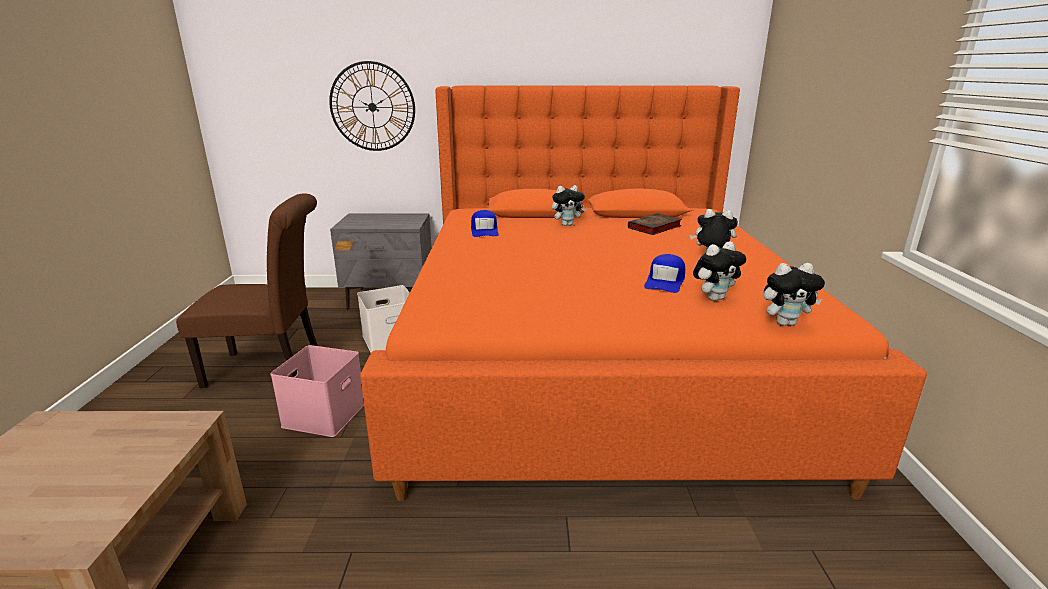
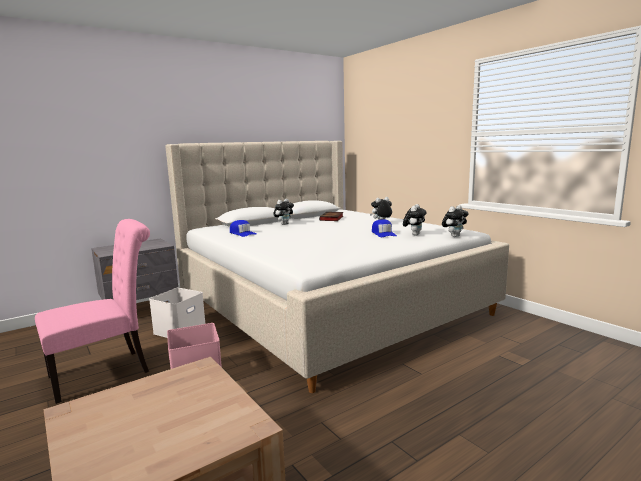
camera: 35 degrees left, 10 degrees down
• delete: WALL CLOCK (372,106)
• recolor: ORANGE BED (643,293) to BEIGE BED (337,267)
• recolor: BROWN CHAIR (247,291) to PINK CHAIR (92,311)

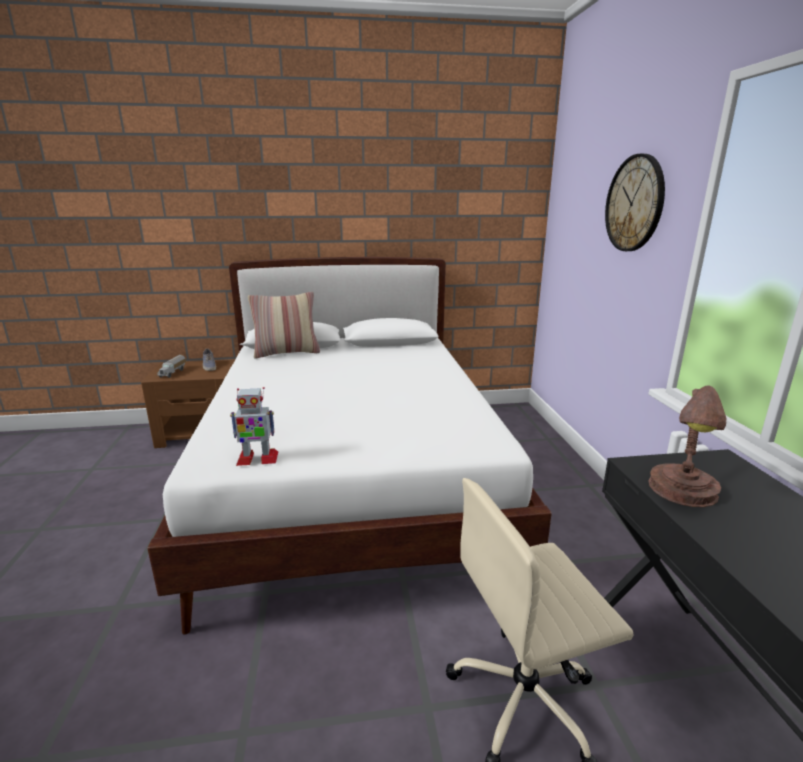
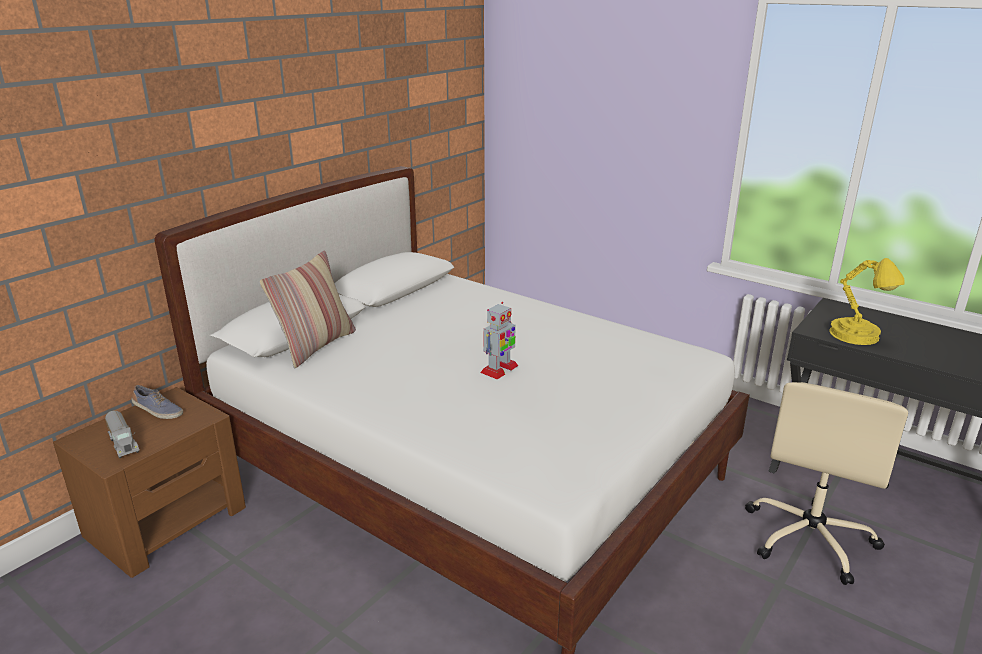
camera: 45 degrees left, 5 degrees up
• delete: WALL CLOCK (635,202)
• recolor: BROWN TABLE LAMP (687,446) to YELLOW TABLE LAMP (866,301)
• move: TOY ROBOT (254,426) to (499,340)

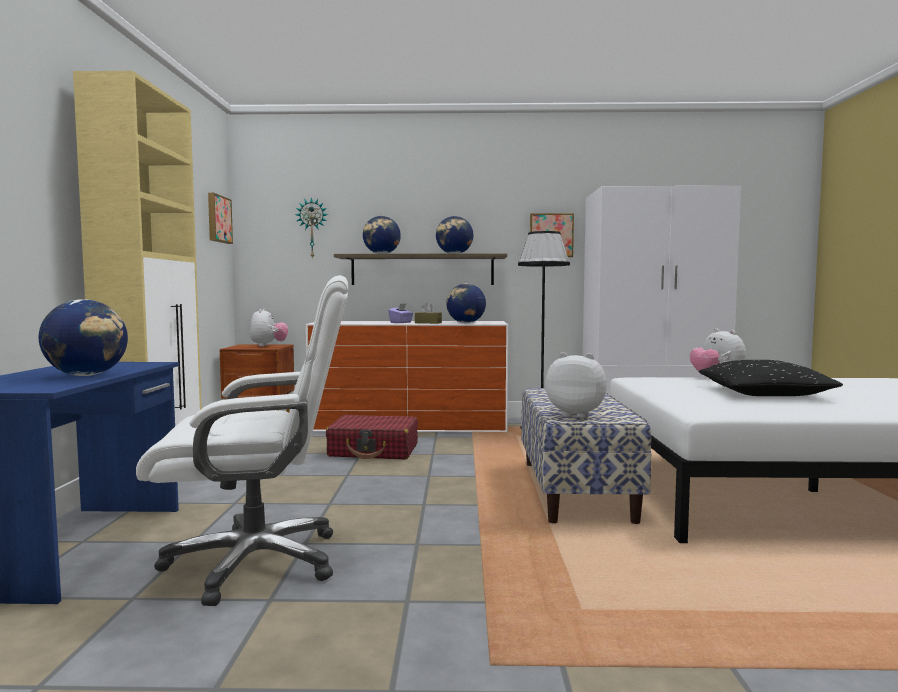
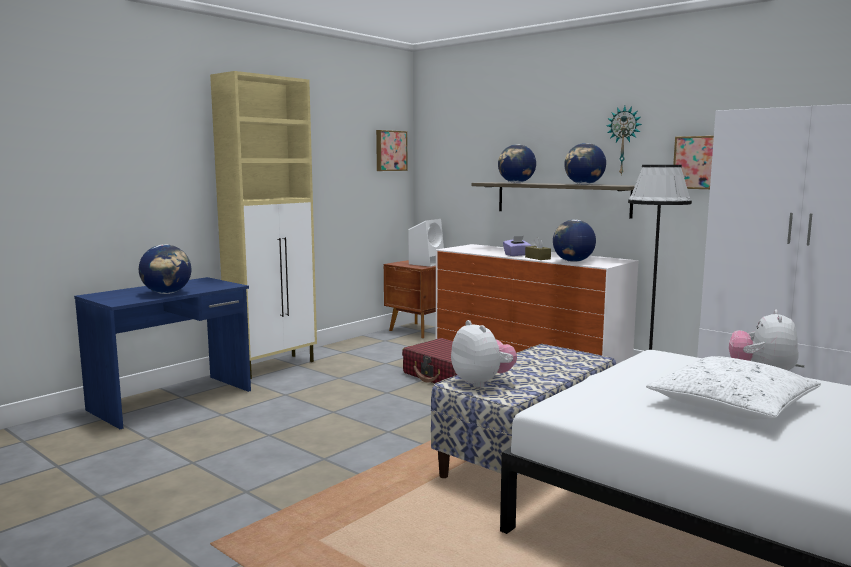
camera: 40 degrees right, 5 degrees up
• move: WALL CLOCK (311,228) to (624,140)
• delete: WHITE OFFICE CHAIR (242,440)
• replace: PLUSH TOY (269,327) to WHITE SPEAKER (426,243)
• recolor: BLACK PILLOW (771,378) to WHITE PILLOW (733,388)

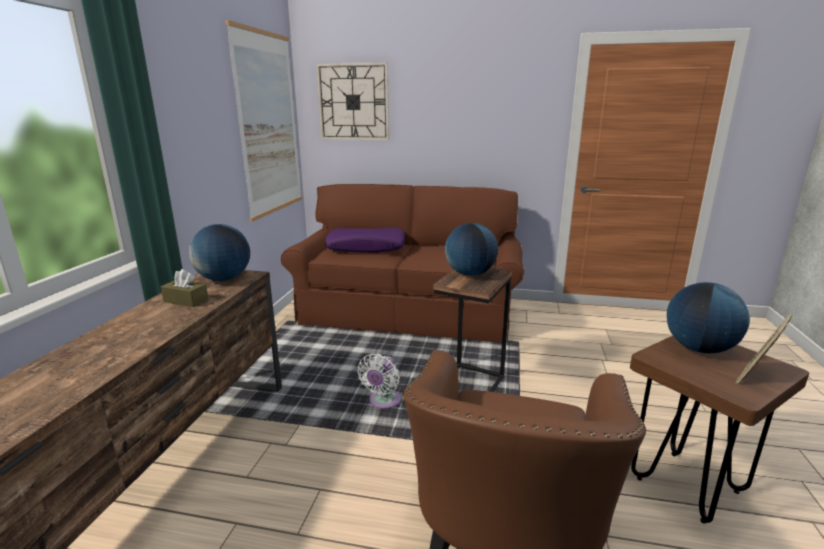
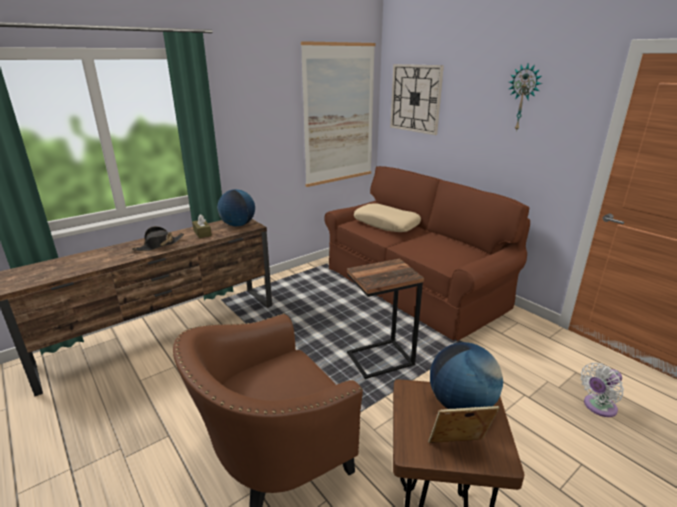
camera: 40 degrees right, 5 degrees up
• delete: GLOBE (471,249)
• recolor: PURPLE PILLOW (365,240) to BEIGE PILLOW (387,217)
• move: WHITE FAN (379,381) to (602,390)
• insert: WALL CLOCK (525,97)
• insert: BLACK HAT (158,238)

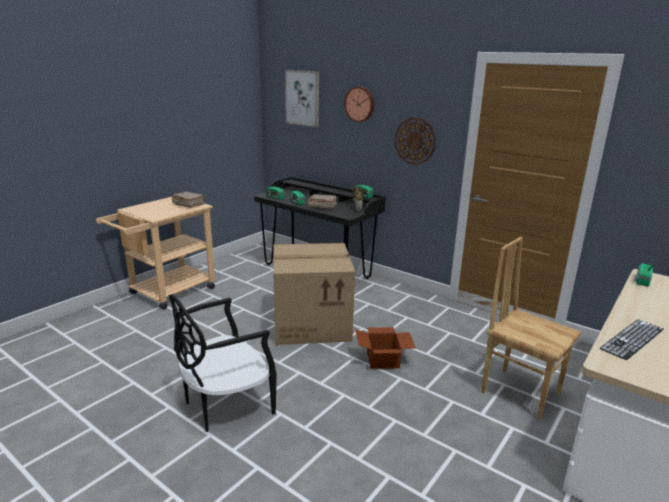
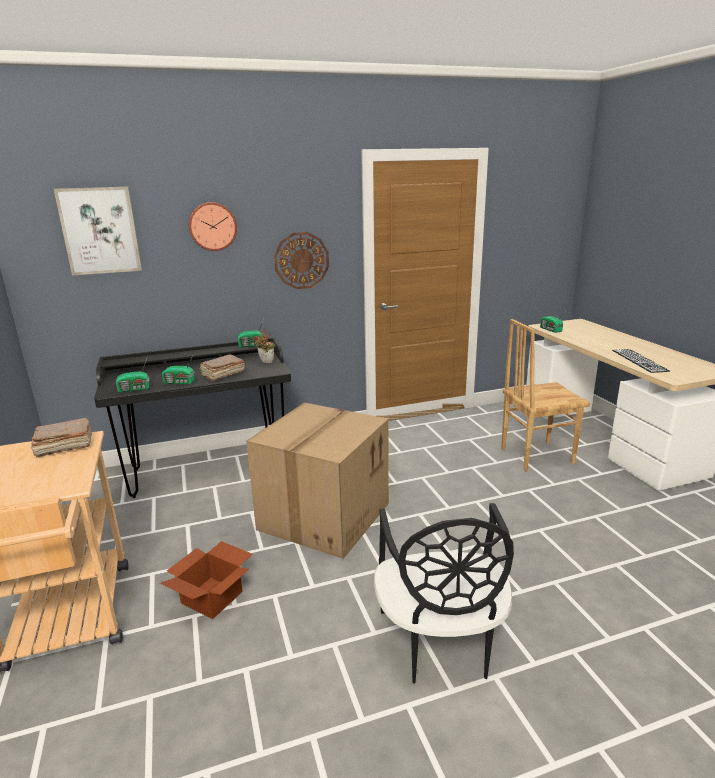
camera: 55 degrees left, 0 degrees up
• move: CARDBOARD BOX (385,348) to (206,580)

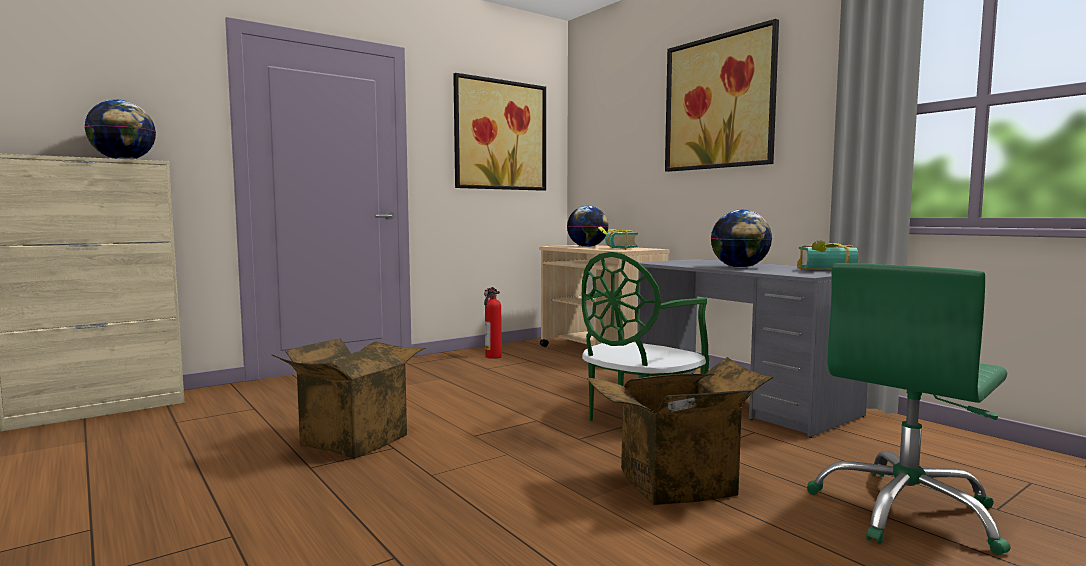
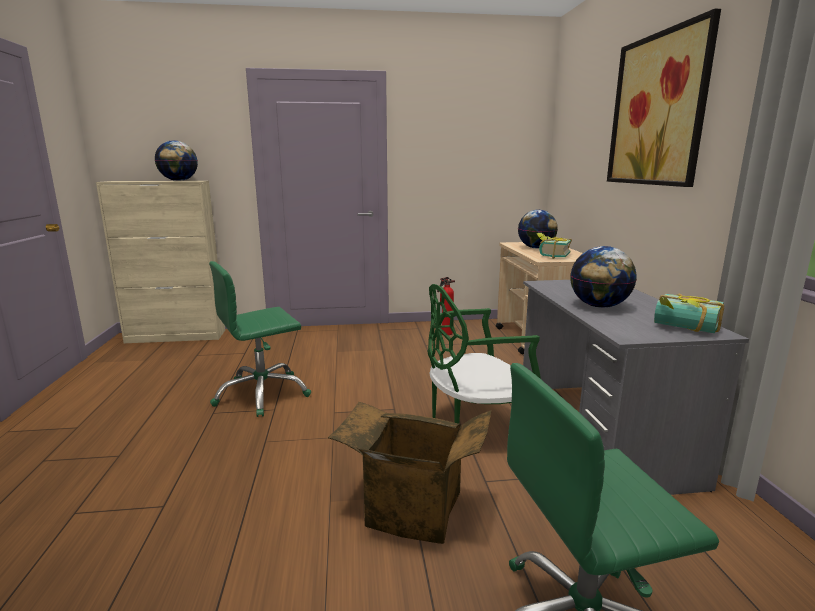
camera: 30 degrees right, 10 degrees up
• delete: PICTURE (499,132)
• replace: CARDBOARD BOX (348,399) to GREEN OFFICE CHAIR (260,339)

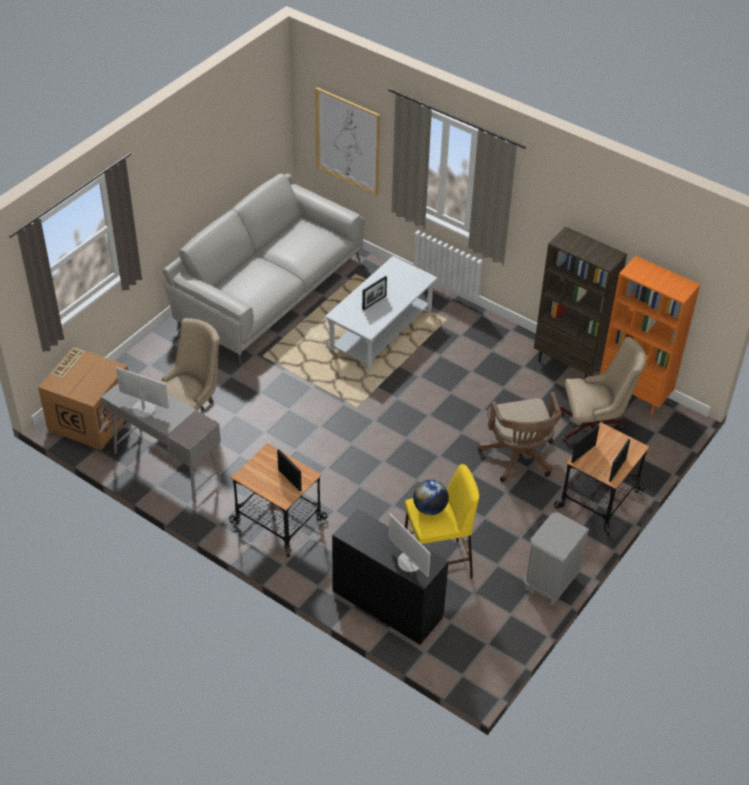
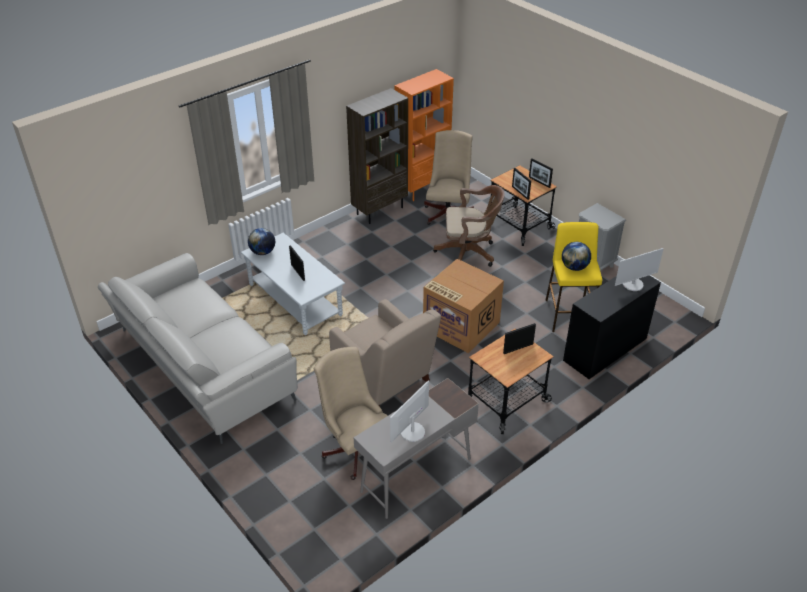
camera: 75 degrees left, 5 degrees down
• delete: PICTURE (347,141)
• move: CARDBOARD BOX (83,398) to (463,306)
• insert: GLOBE (261,241)
• insert: BEIGE ARMCHAIR (385,353)

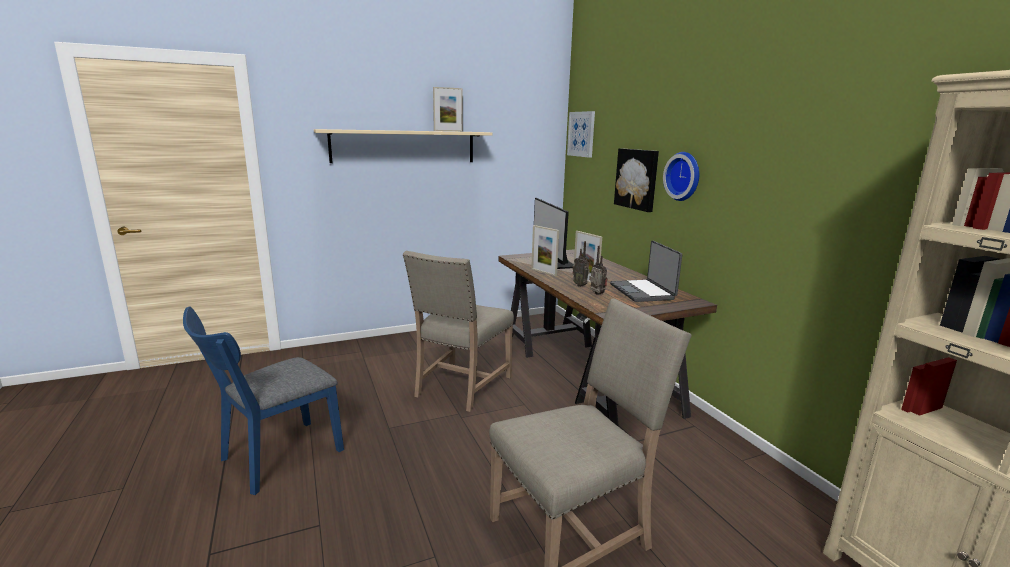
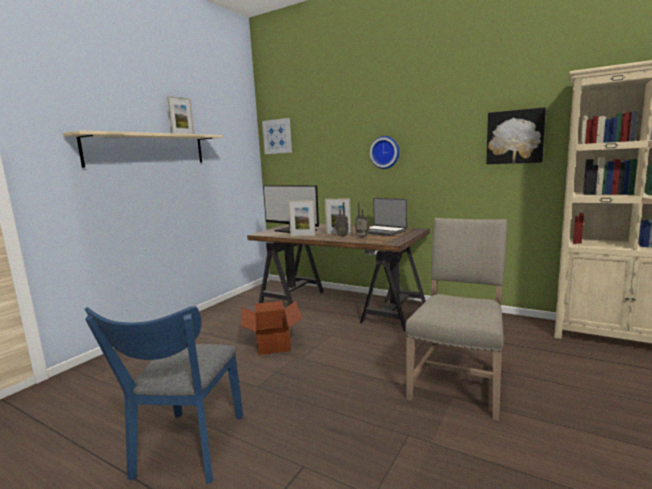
camera: 35 degrees left, 5 degrees down
• move: PICTURE (636,180) to (516,135)
• replace: BEIGE CHAIR (458,331) to CARDBOARD BOX (271,328)

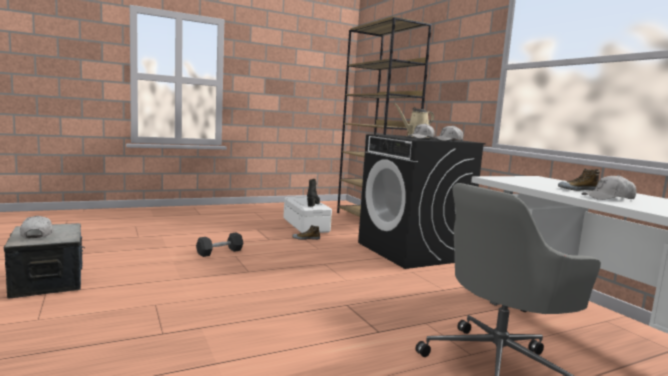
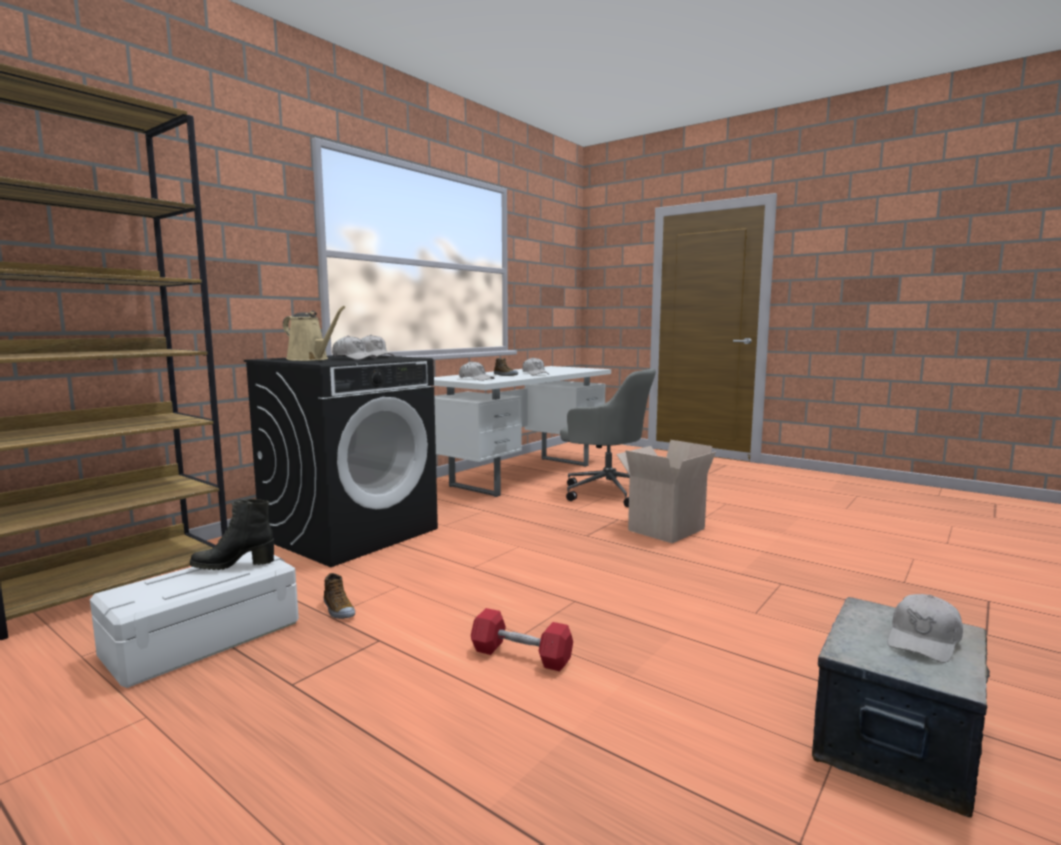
camera: 115 degrees left, 0 degrees up
• recolor: GREY DUMBBELL (219,244) to RED DUMBBELL (522,639)
• insert: WHITE CAP (476,371)
• insert: CARDBOARD BOX (666,491)

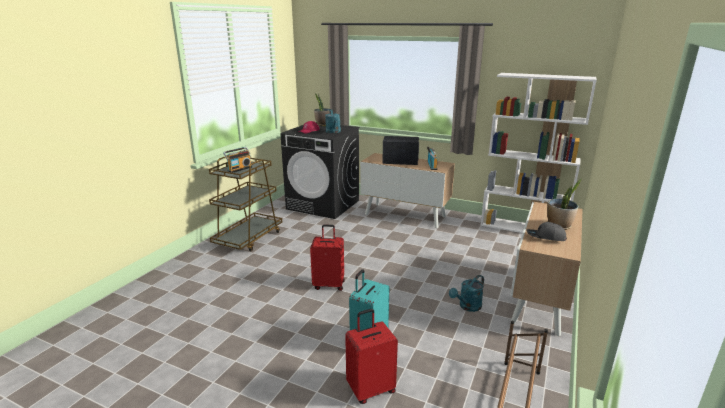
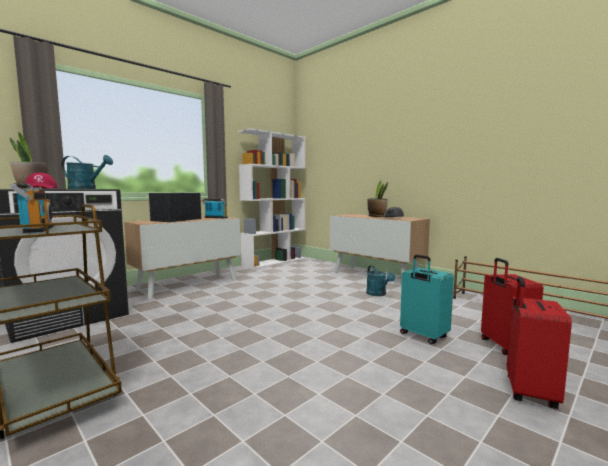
camera: 70 degrees left, 15 degrees down
• move: RED SUITCASE (327,258) to (539,342)

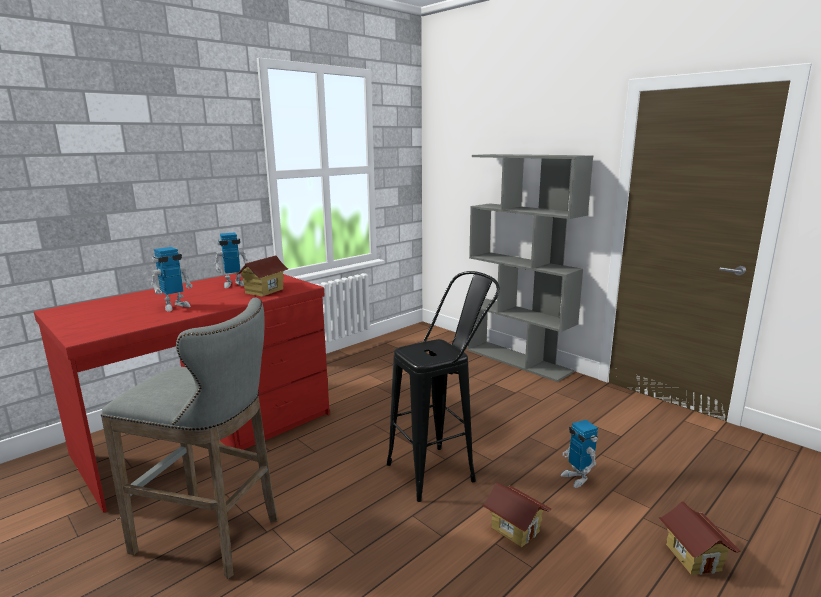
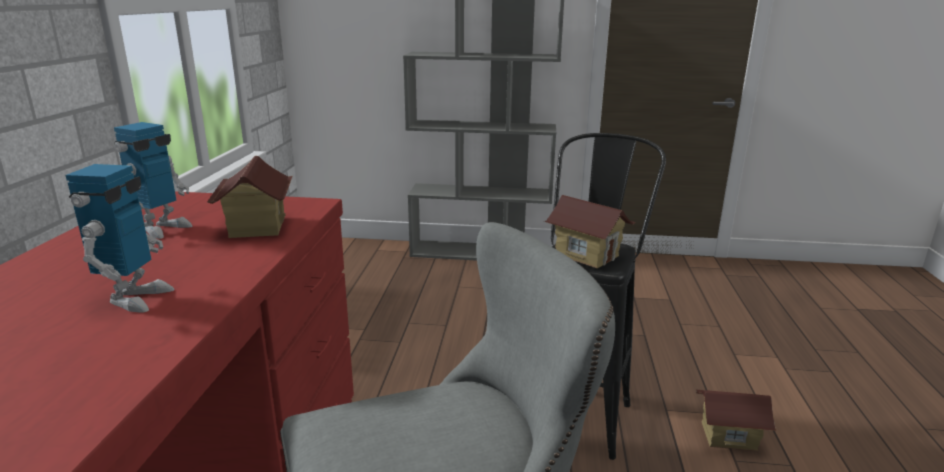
camera: 40 degrees left, 5 degrees up
• delete: TOY ROBOT (579,454)
• move: TOY HOUSE (699,538) to (590,231)

